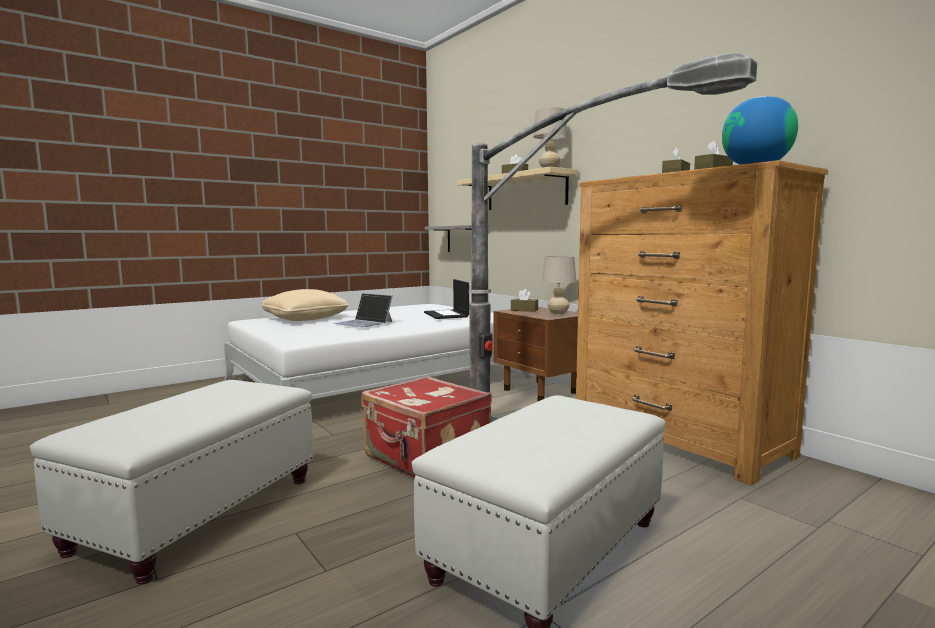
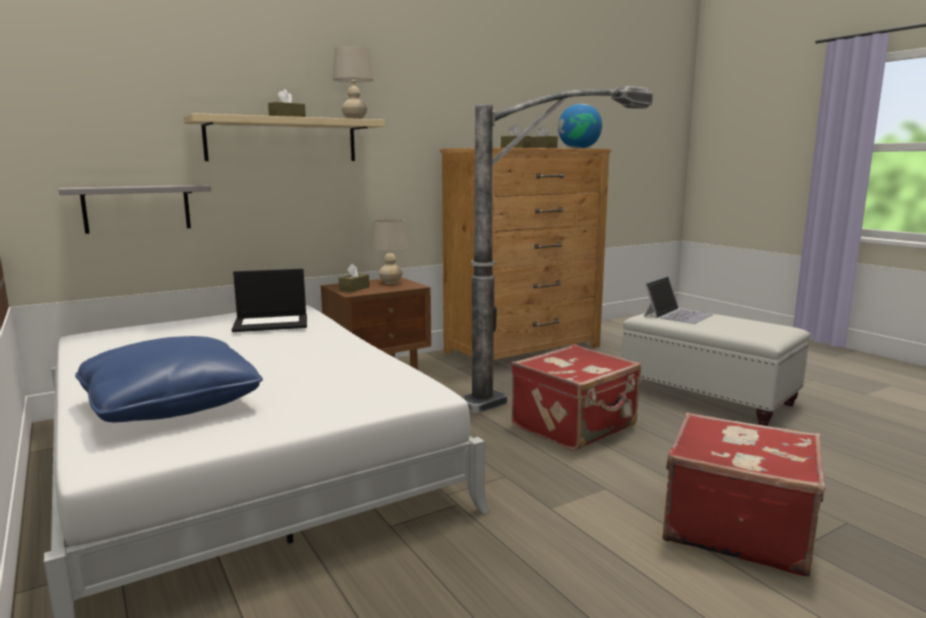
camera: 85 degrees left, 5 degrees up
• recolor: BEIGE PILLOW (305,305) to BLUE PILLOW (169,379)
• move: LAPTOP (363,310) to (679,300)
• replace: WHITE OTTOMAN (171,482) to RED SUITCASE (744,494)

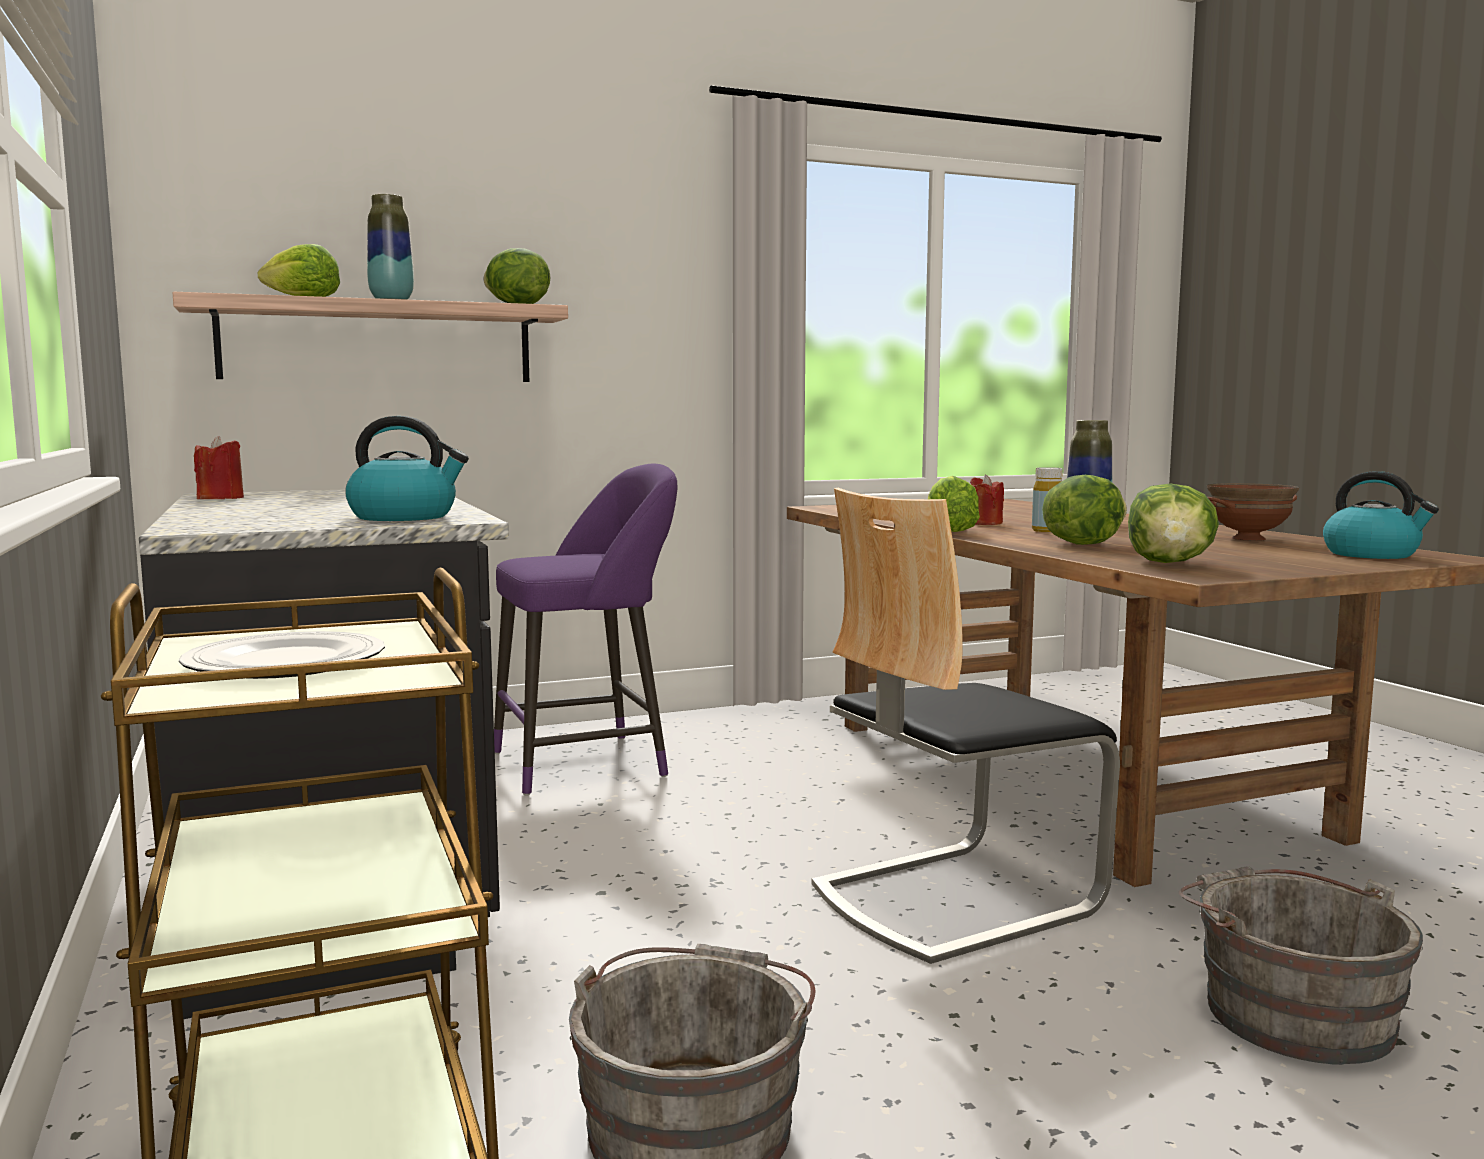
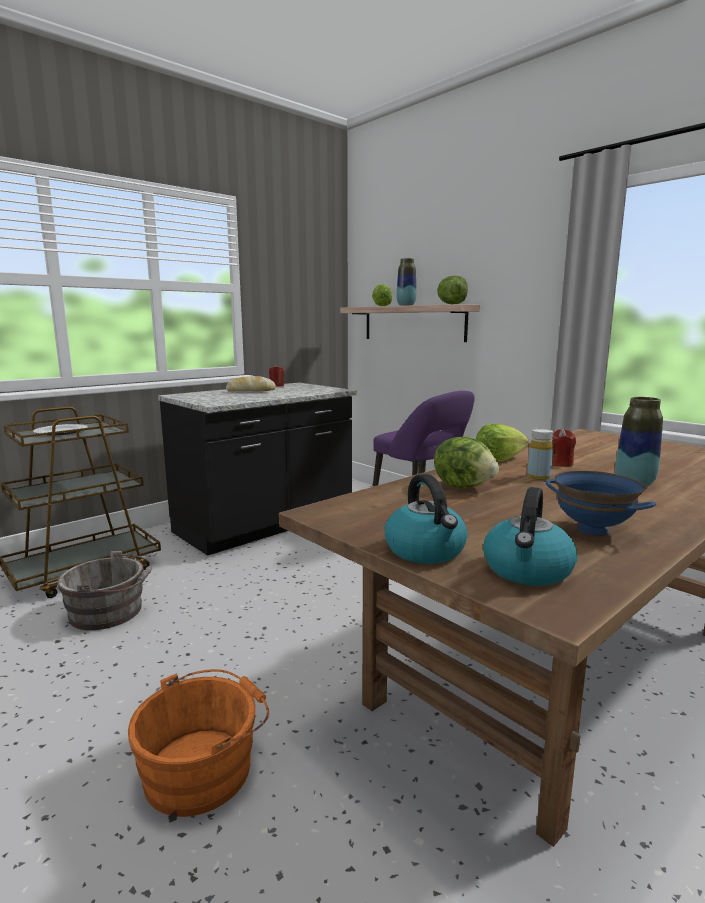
camera: 70 degrees right, 5 degrees up
• move: KETTLE (407,468) to (426,519)
• delete: LETTUCE (1173,523)
• recolor: BROWN BOWL (1253,512) to BLUE BOWL (601,503)
• delete: CHAIR (965,726)
• recolor: GREY BUCKET (1301,965) to ORANGE BUCKET (198,743)
• insert: BREAD (251,384)

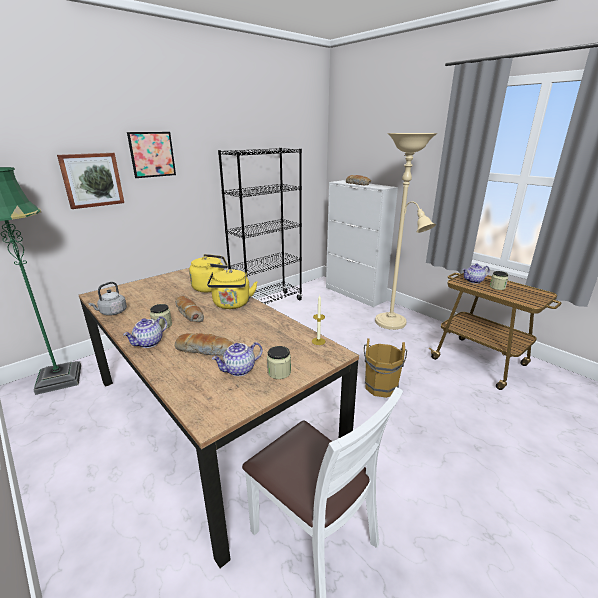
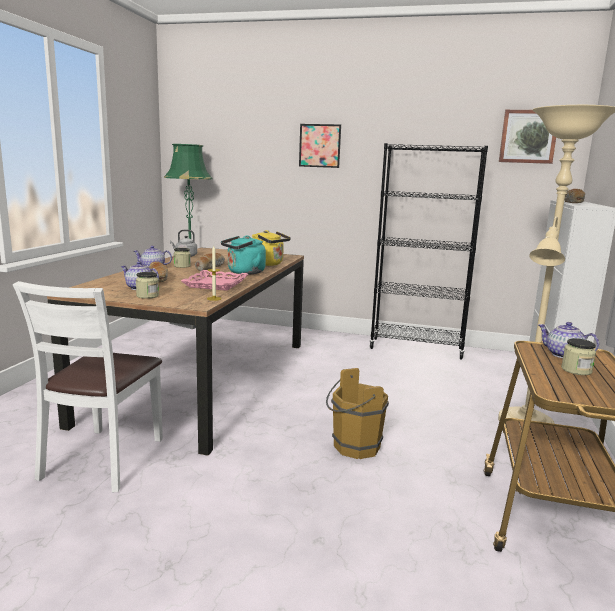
camera: 55 degrees right, 10 degrees down
• move: PICTURE (90,181) to (527,137)
• recolor: YELLOW KETTLE (232,289) to TURQUOISE KETTLE (243,254)
• insert: PINK TRAY (214,280)

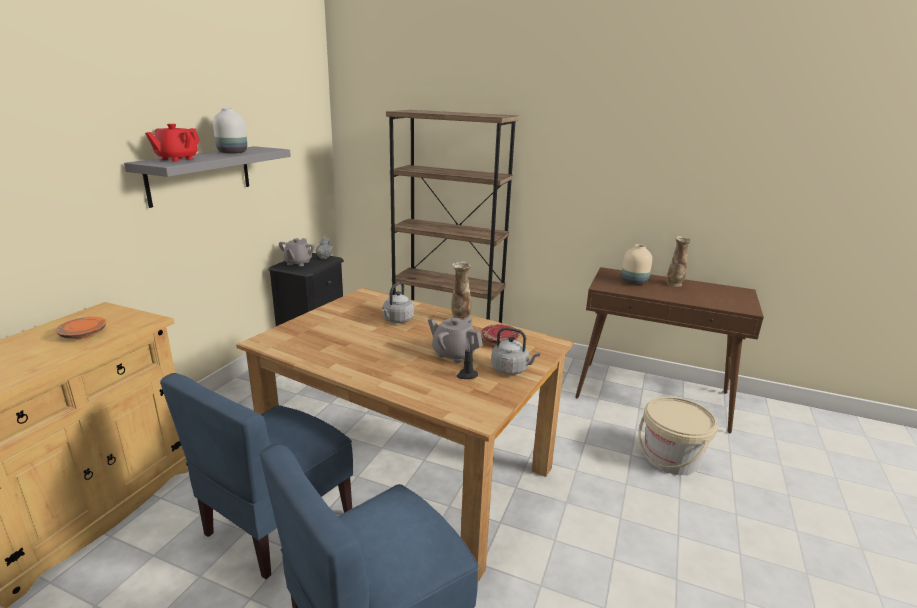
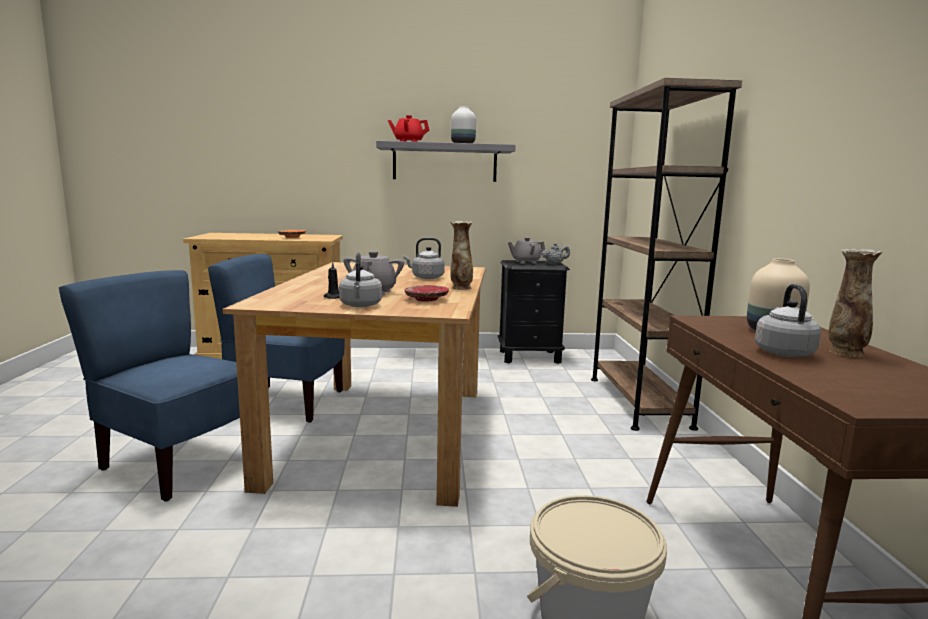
camera: 65 degrees right, 10 degrees down
• insert: GREY KETTLE (788,320)

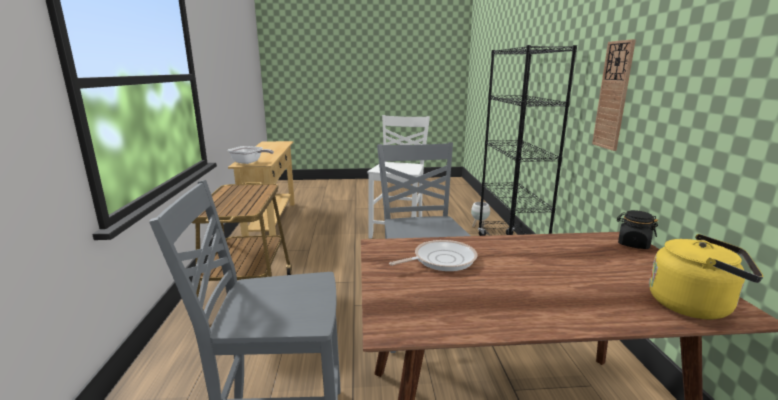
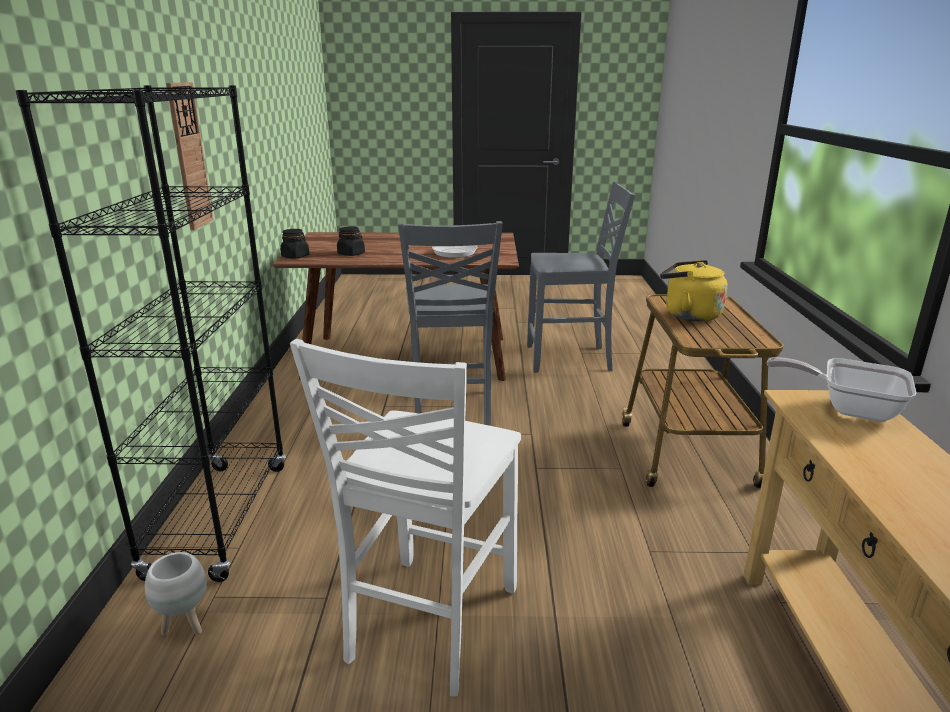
camera: 175 degrees left, 5 degrees up
• move: YELLOW KETTLE (706,277) to (694,290)
• insert: BLACK JAR (351,241)

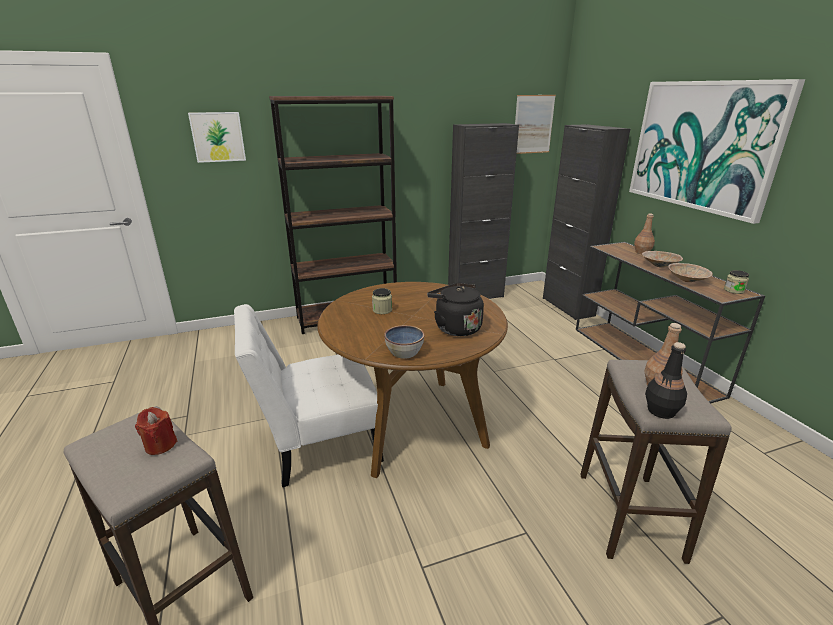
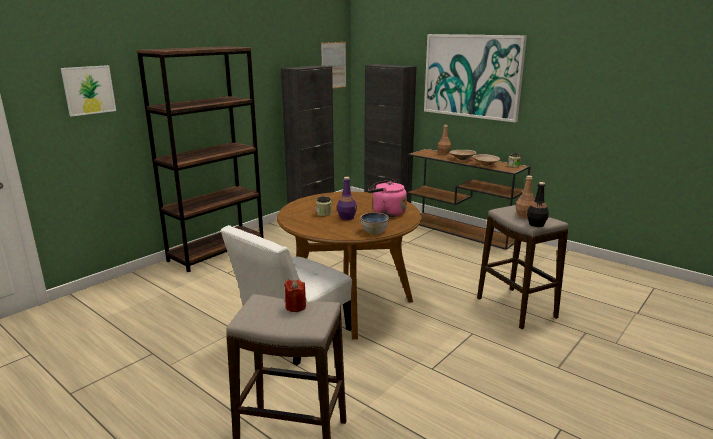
camera: 30 degrees left, 5 degrees down
• recolor: BLACK KETTLE (455,309) to PINK KETTLE (387,198)
• insert: PURPLE BOTTLE (347,198)

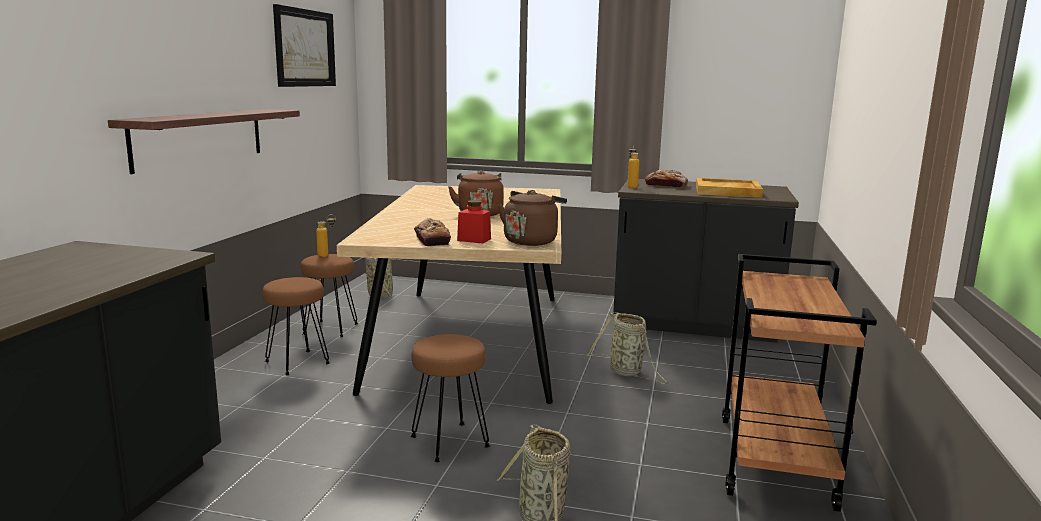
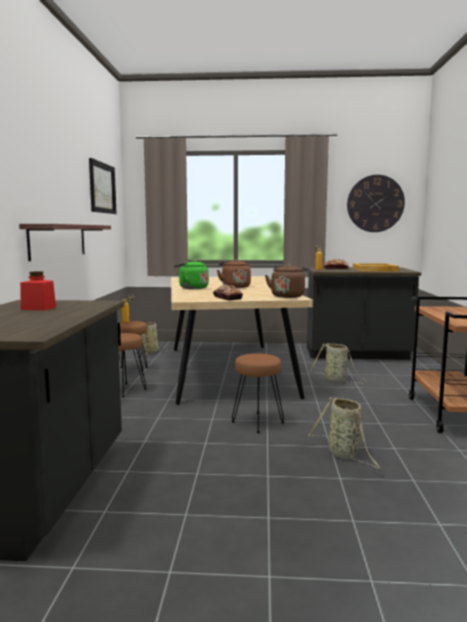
camera: 10 degrees left, 5 degrees down
• move: RED JAR (474,222) to (38,290)
• insert: WALL CLOCK (376,203)
• insert: GREEN KETTLE (191,274)

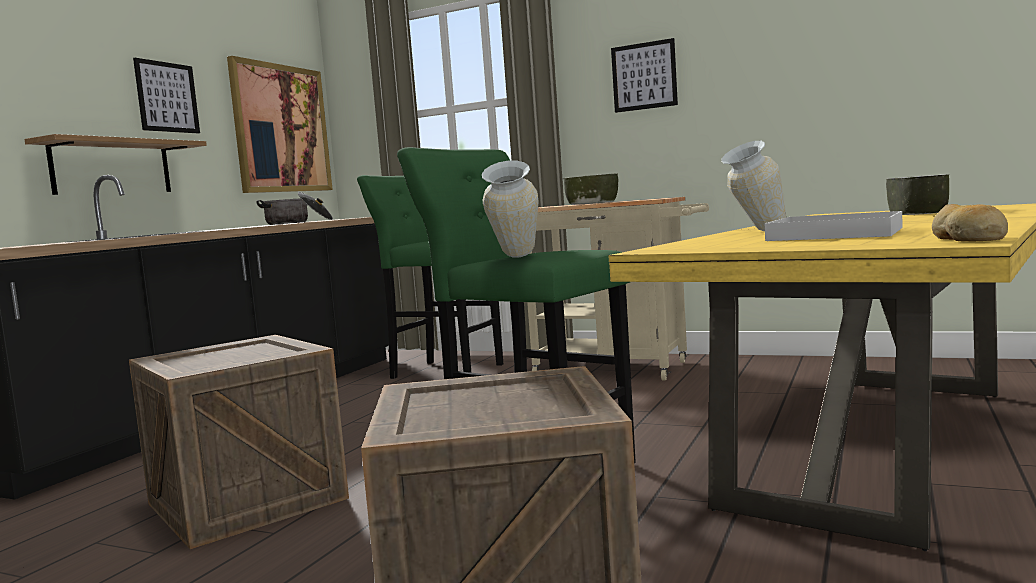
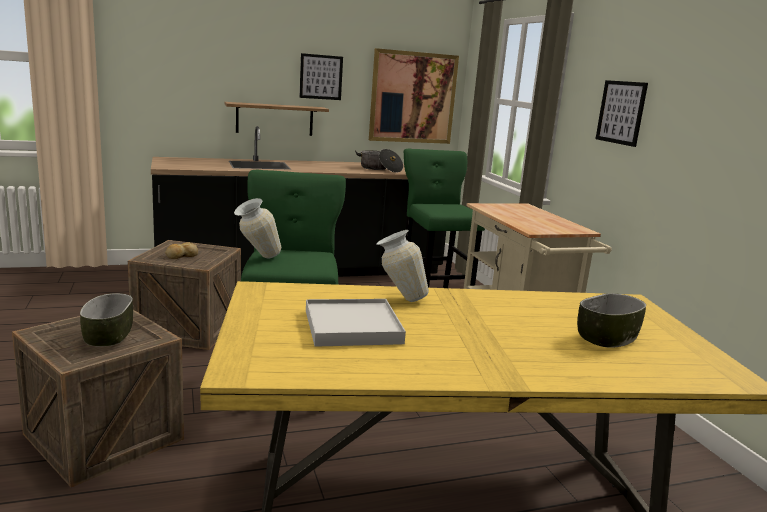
camera: 45 degrees right, 10 degrees up
• move: BOWL (590,189) to (106,320)
• move: BREAD (970,223) to (181,250)

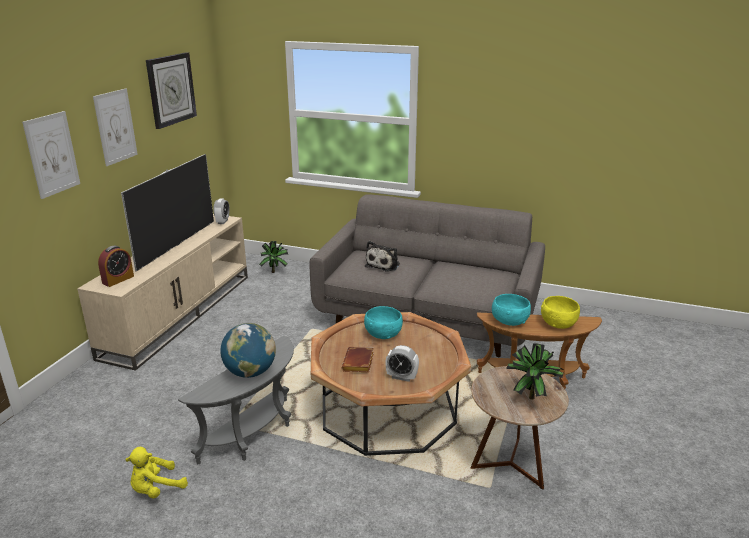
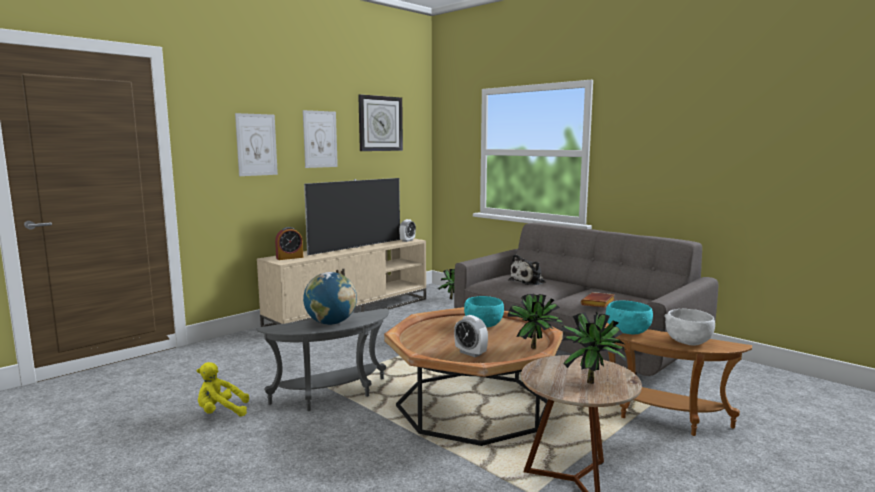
camera: 25 degrees right, 15 degrees down
• recolor: YELLOW BOWL (560,312) to WHITE BOWL (689,327)
• move: BROWN BOOK (358,359) to (598,300)
• insert: POTTED PLANT (535,321)

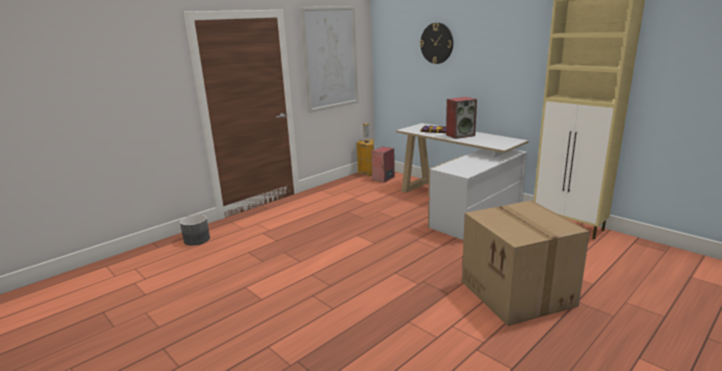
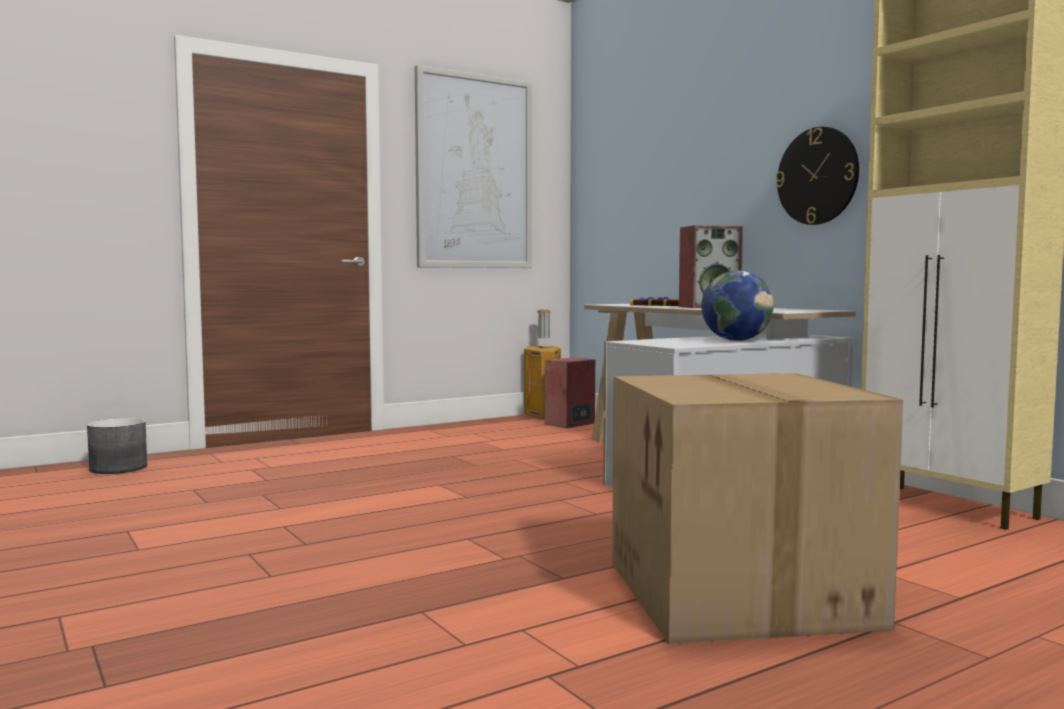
camera: 10 degrees right, 15 degrees down
• move: WALL CLOCK (436,43) to (817,176)
• insert: GLOBE (737,305)

